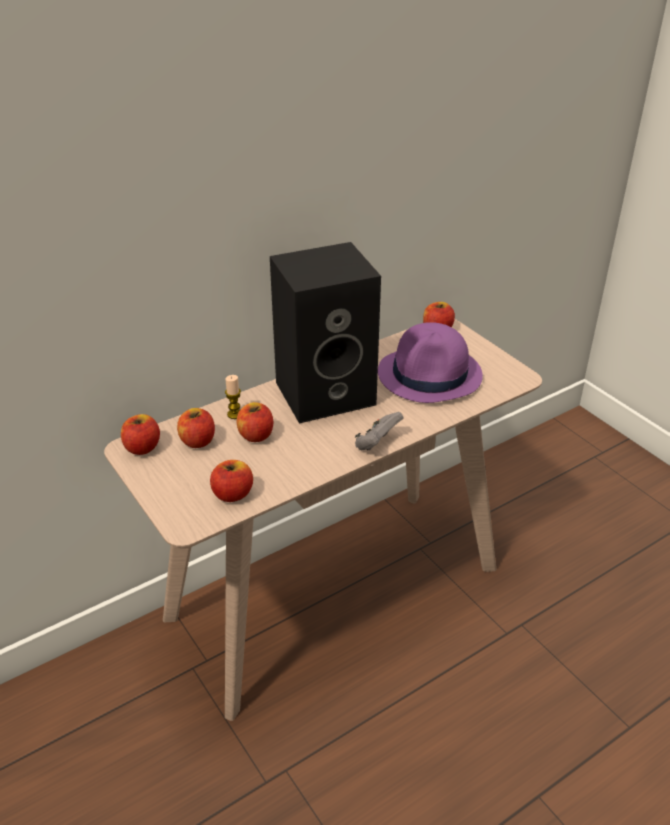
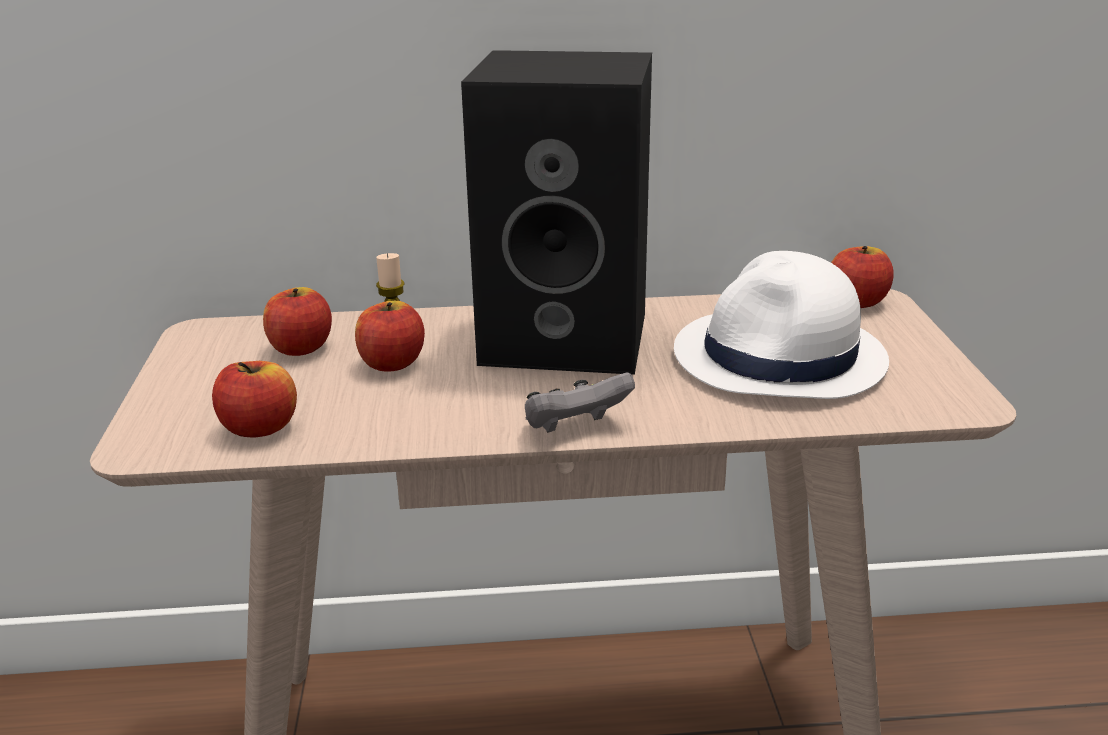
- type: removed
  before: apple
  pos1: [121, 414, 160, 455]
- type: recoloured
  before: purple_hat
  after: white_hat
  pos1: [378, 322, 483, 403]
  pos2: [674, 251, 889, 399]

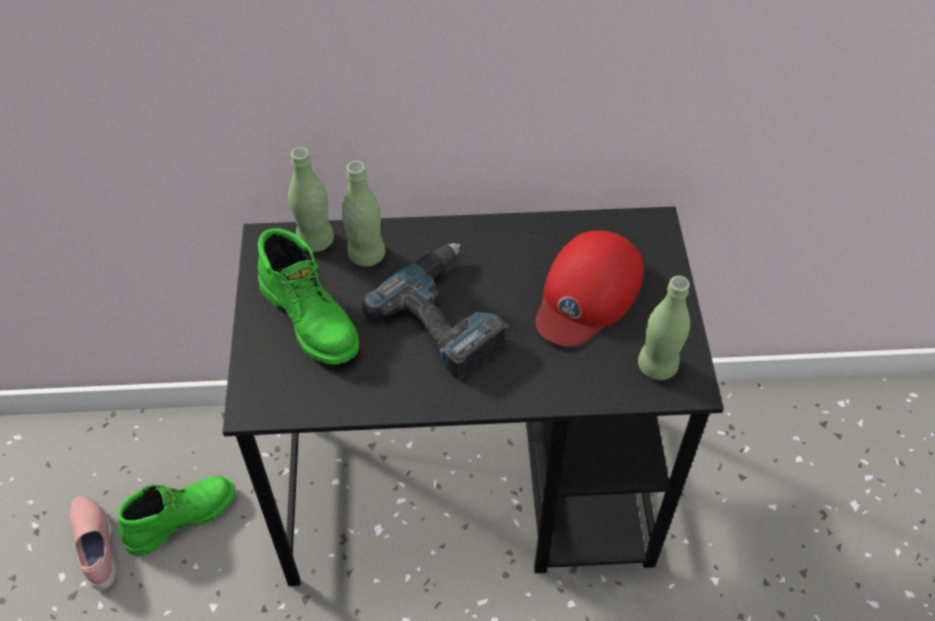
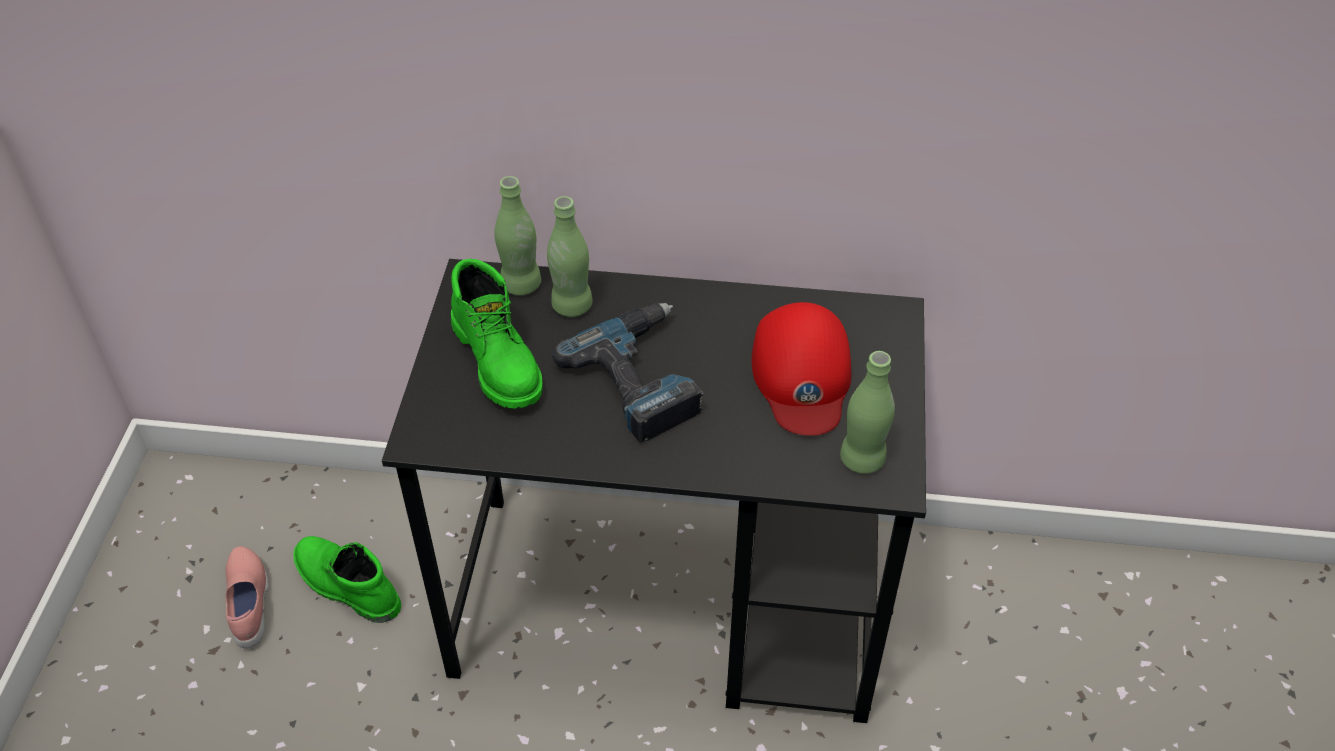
- type: turned
  before: green_boot
  pos1: [117, 476, 235, 556]
  pos2: [293, 536, 401, 623]
  turn: -120
- type: turned
  before: red_cap
  pos1: [535, 230, 644, 347]
  pos2: [752, 302, 851, 436]
  turn: -45

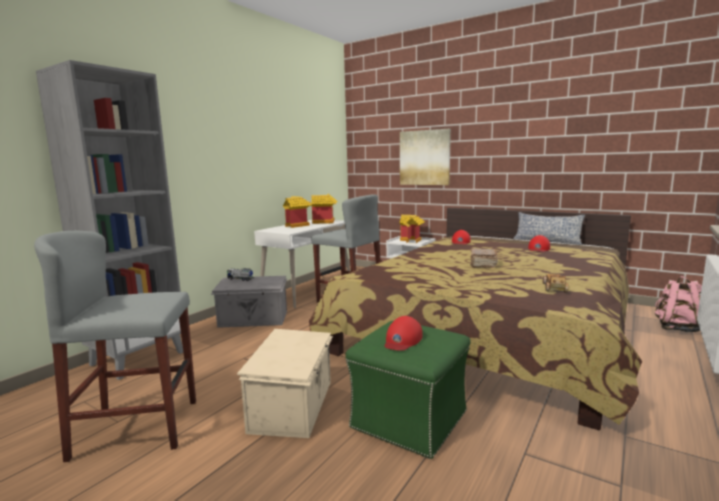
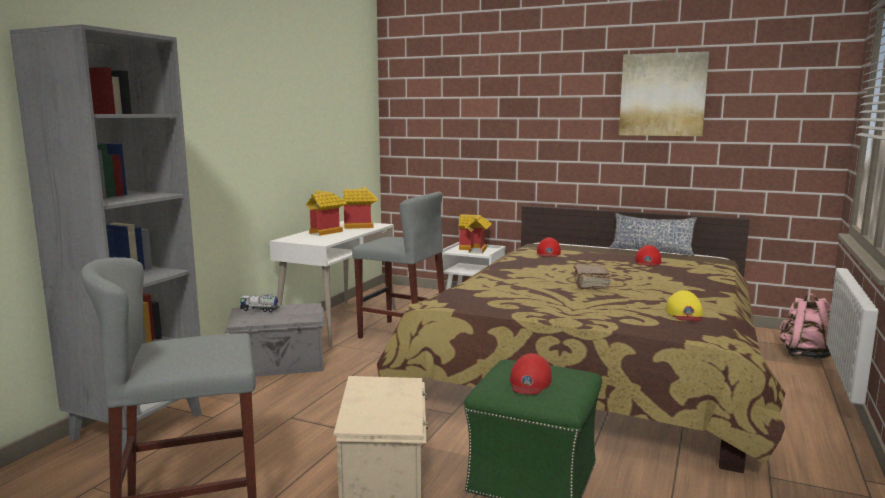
- type: moved
  before: picture
  pos1: [400, 129, 451, 185]
  pos2: [619, 51, 709, 136]
- type: replaced
  before: toy_car
  after: yellow_cap
  pos1: [543, 274, 568, 293]
  pos2: [666, 290, 703, 321]

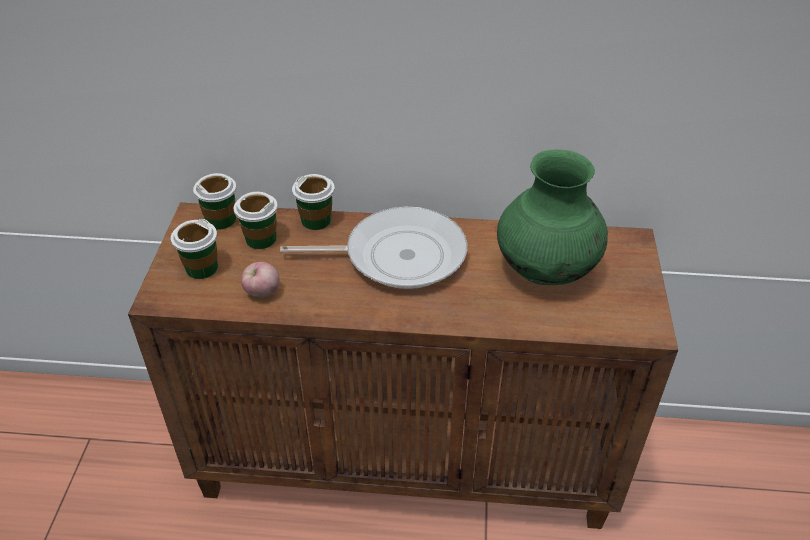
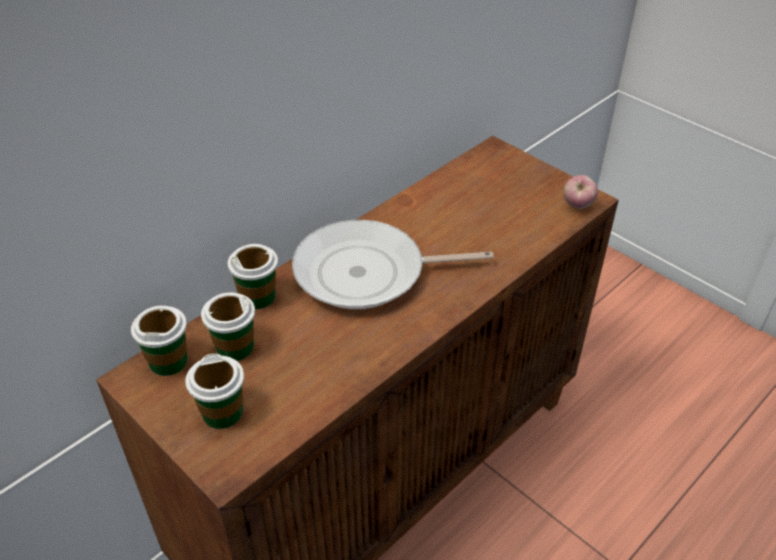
- type: removed
  before: green_vase
  pos1: [497, 149, 608, 285]
- type: moved
  before: apple
  pos1: [241, 262, 280, 297]
  pos2: [563, 175, 598, 209]
- type: turned
  before: frying_pan
  pos1: [280, 207, 467, 289]
  pos2: [292, 220, 494, 309]
  turn: -135

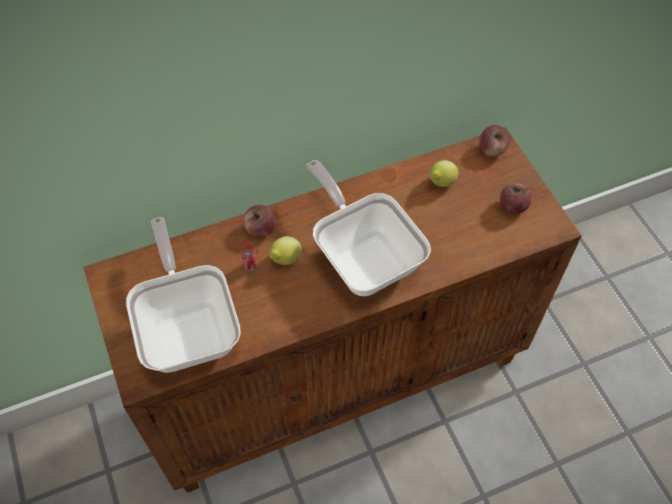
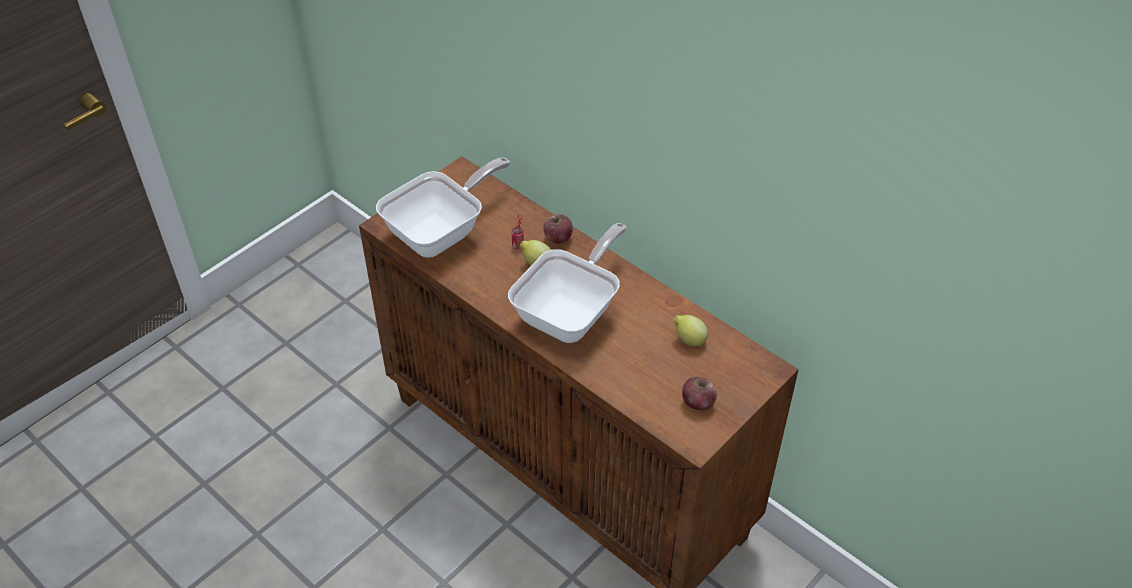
- type: removed
  before: apple
  pos1: [479, 125, 509, 157]

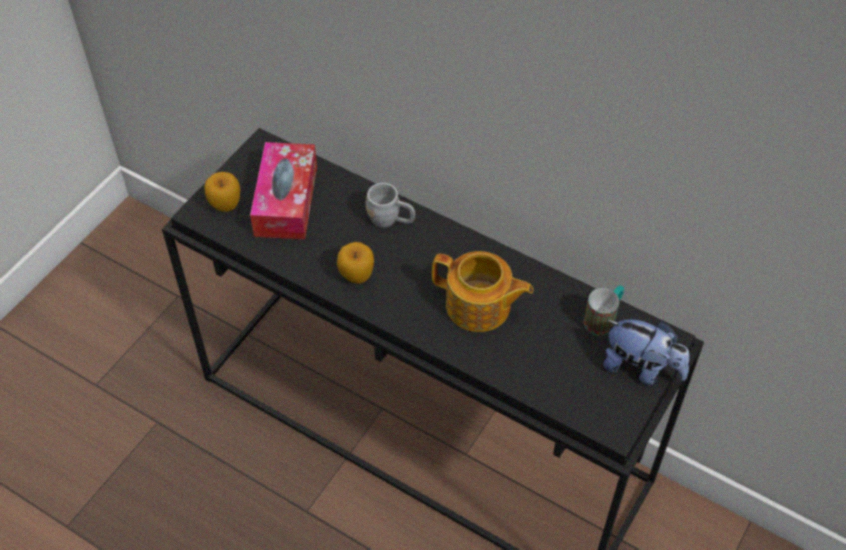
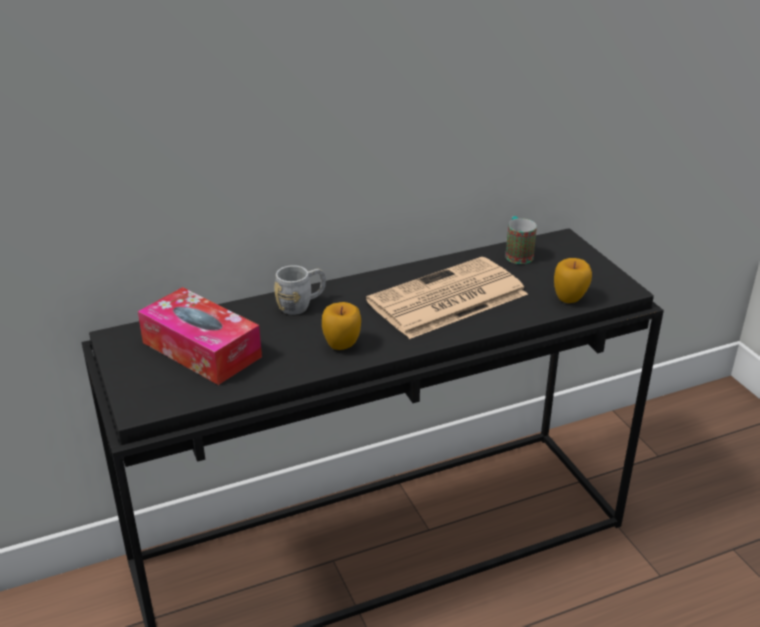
- type: removed
  before: plush_toy
  pos1: [603, 319, 690, 385]
- type: moved
  before: apple
  pos1: [204, 172, 240, 212]
  pos2: [554, 258, 592, 303]
- type: replaced
  before: teapot
  after: newspaper
  pos1: [432, 251, 533, 332]
  pos2: [366, 257, 528, 339]

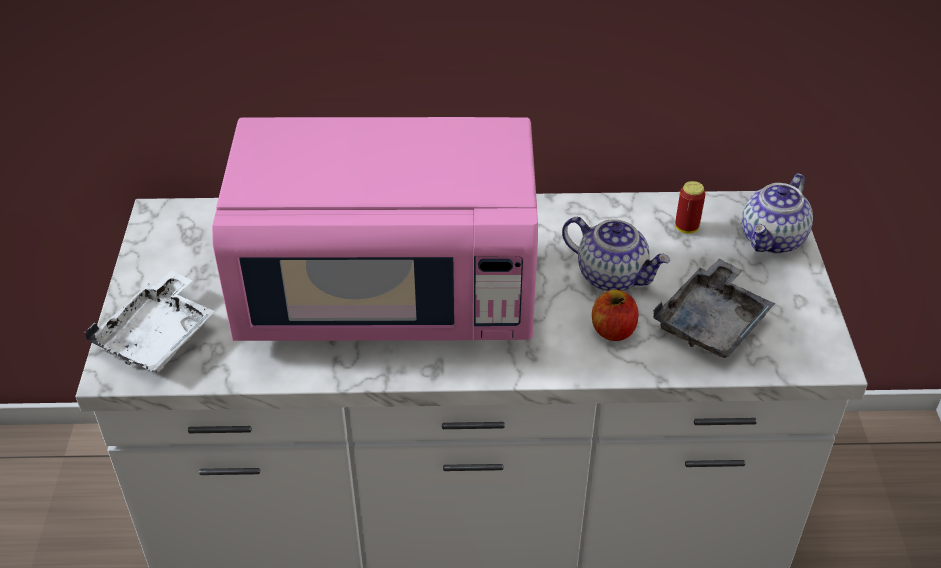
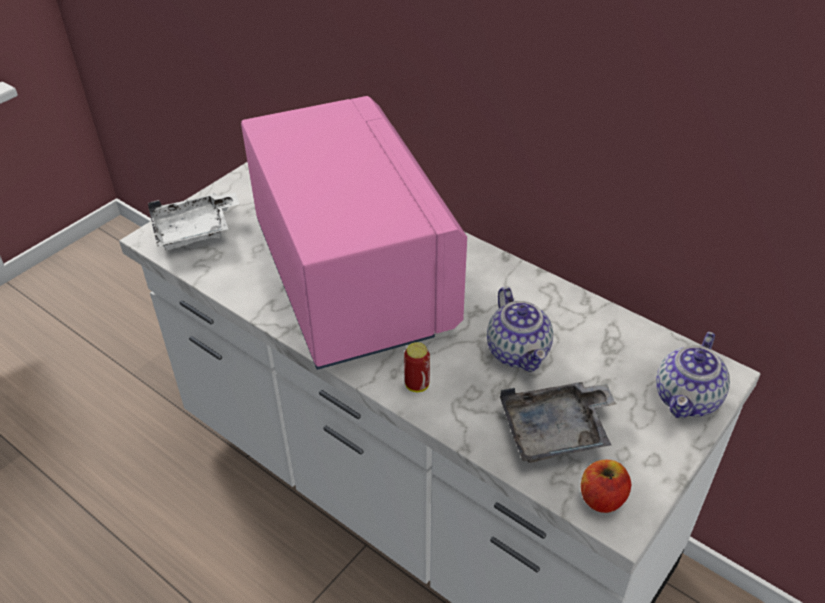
- type: moved
  before: apple
  pos1: [592, 290, 638, 341]
  pos2: [581, 460, 631, 513]
- type: moved
  before: can
  pos1: [675, 181, 706, 234]
  pos2: [404, 342, 430, 392]
- type: turned
  before: pink_microwave
  pos1: [212, 117, 538, 341]
  pos2: [241, 96, 467, 370]
  turn: -150
- type: turned
  before: teapot
  pos1: [742, 173, 813, 254]
  pos2: [656, 332, 730, 418]
  turn: -45

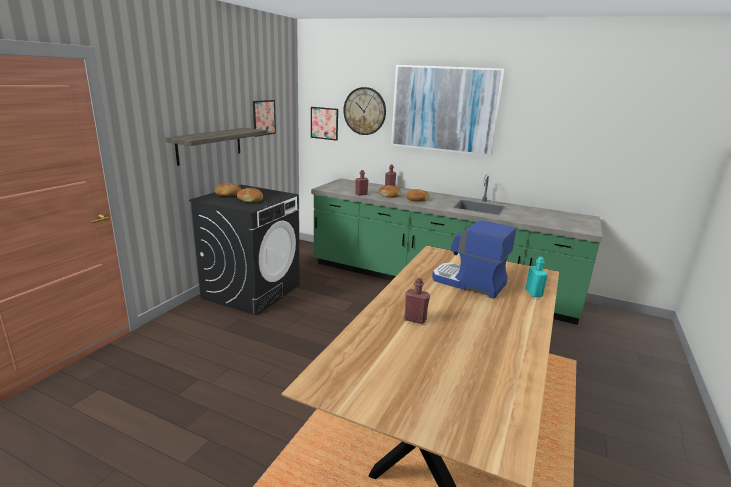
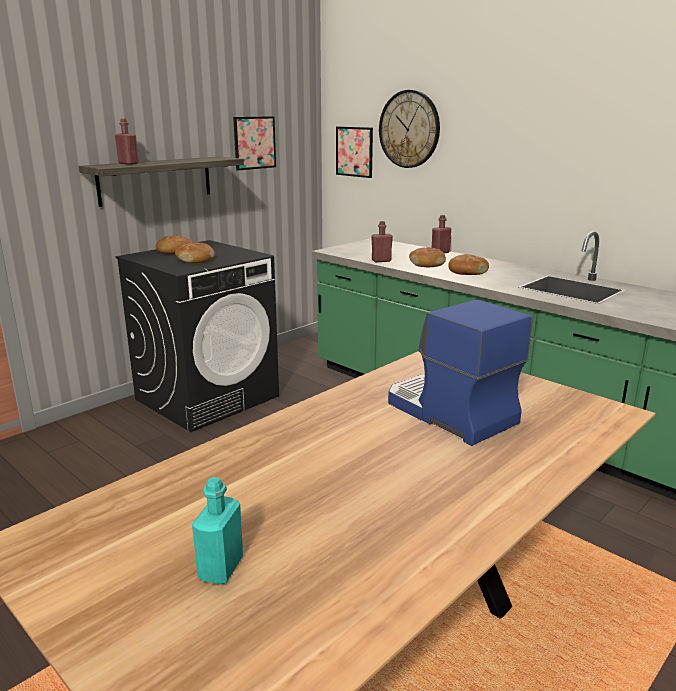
- type: removed
  before: picture
  pos1: [391, 65, 504, 156]
- type: moved
  before: red_bottle
  pos1: [404, 278, 430, 324]
  pos2: [115, 118, 139, 165]
- type: moved
  before: turquoise_bottle
  pos1: [525, 257, 548, 297]
  pos2: [192, 477, 243, 584]

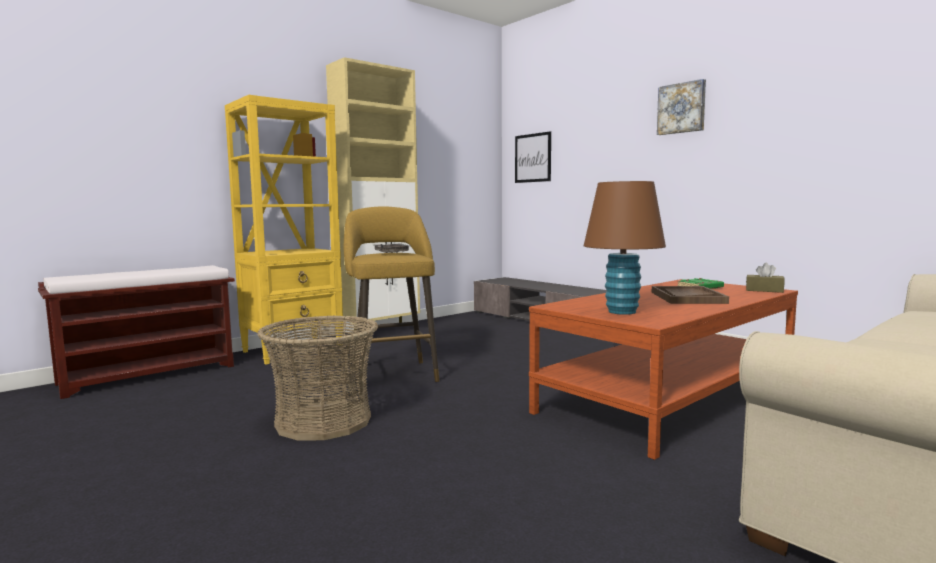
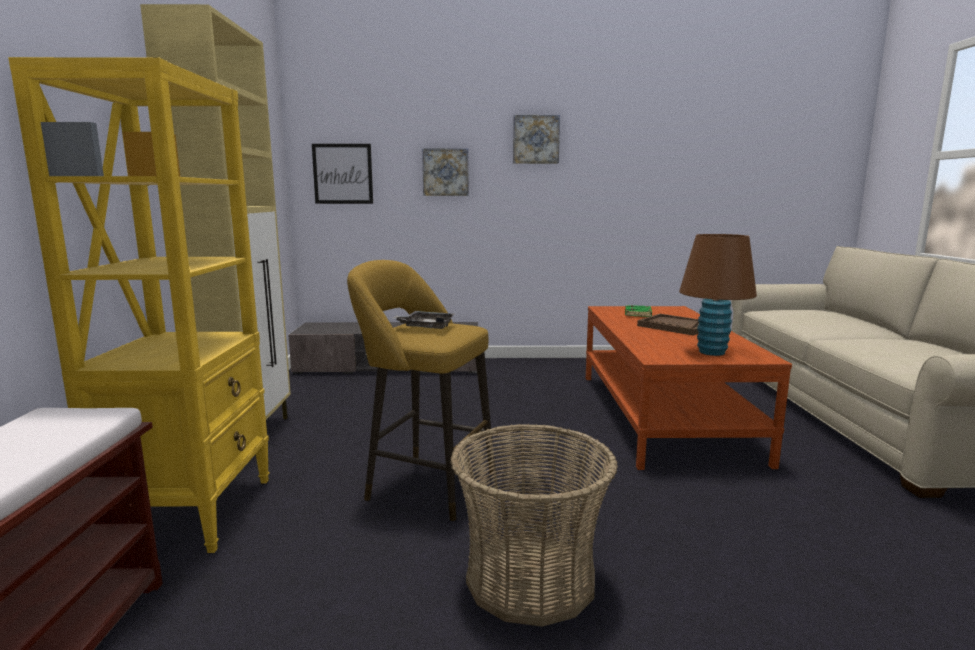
- type: removed
  before: brown_tissue_box
  pos1: [746, 263, 785, 293]
- type: added
  after: picture
  pos2: [422, 148, 469, 196]

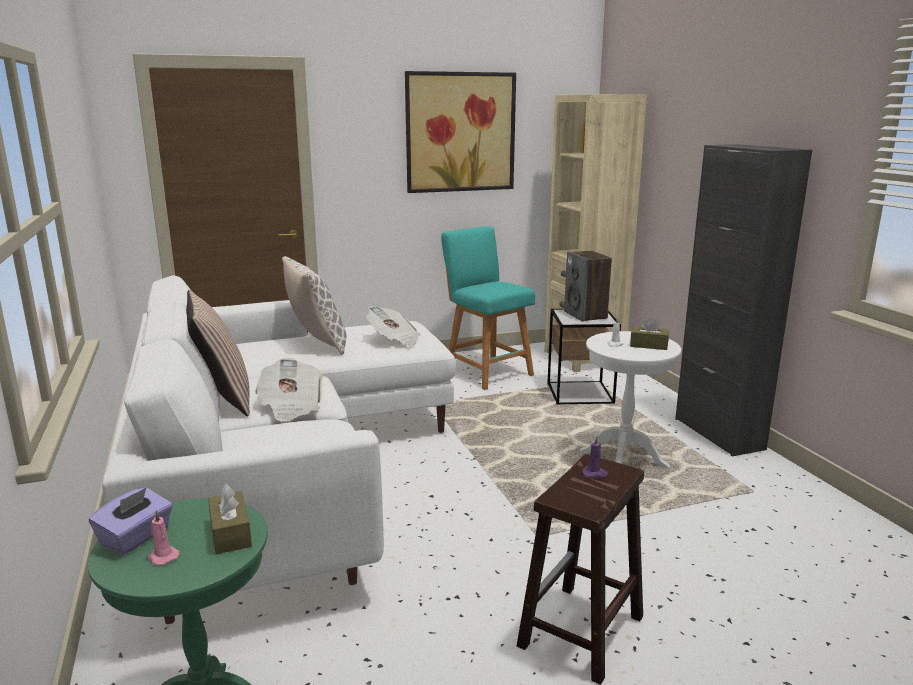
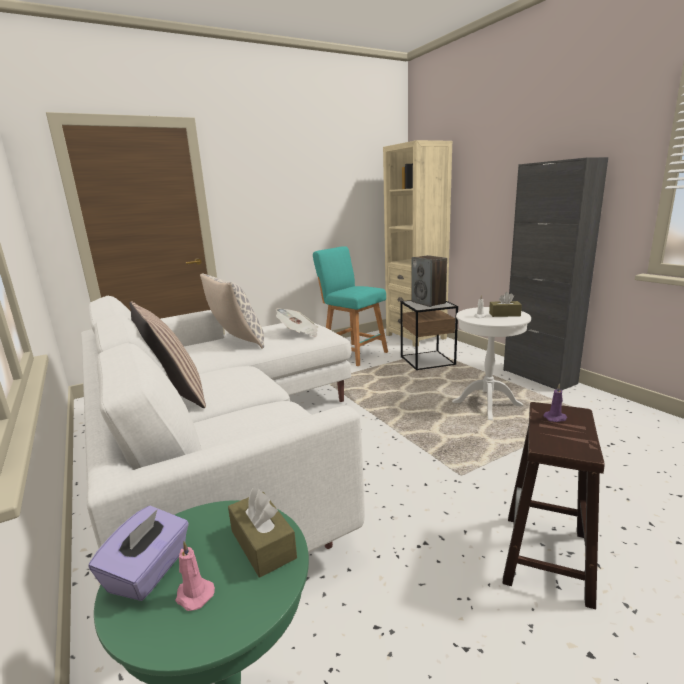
- type: removed
  before: newspaper
  pos1: [255, 358, 323, 422]
- type: removed
  before: picture
  pos1: [405, 71, 516, 193]

